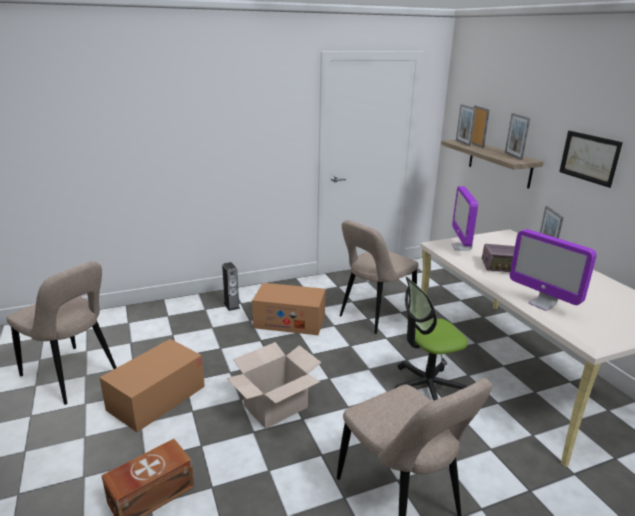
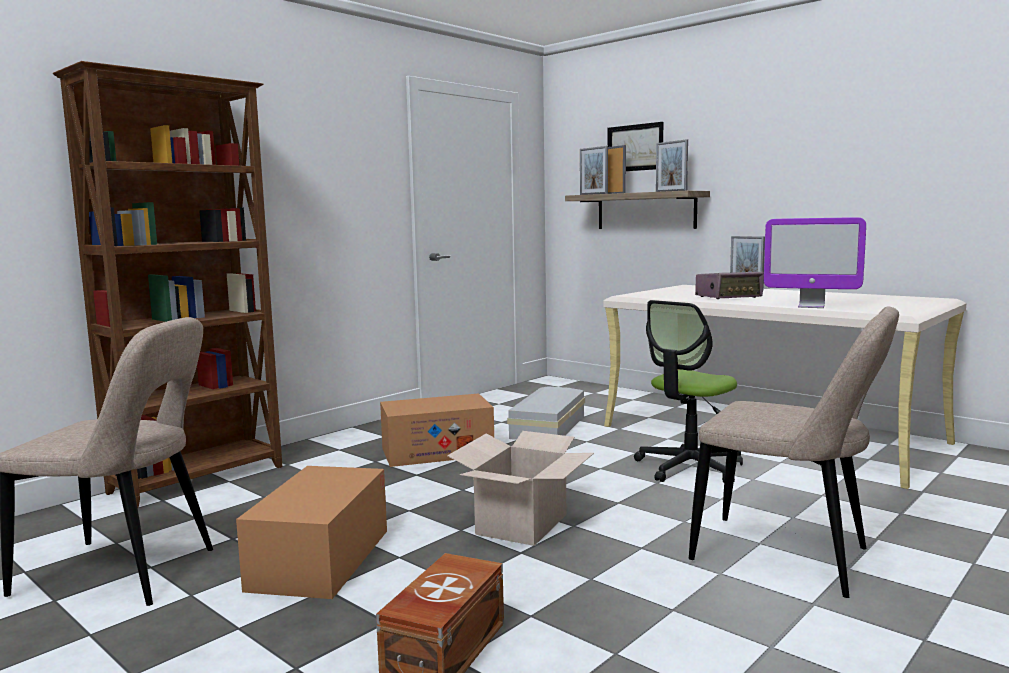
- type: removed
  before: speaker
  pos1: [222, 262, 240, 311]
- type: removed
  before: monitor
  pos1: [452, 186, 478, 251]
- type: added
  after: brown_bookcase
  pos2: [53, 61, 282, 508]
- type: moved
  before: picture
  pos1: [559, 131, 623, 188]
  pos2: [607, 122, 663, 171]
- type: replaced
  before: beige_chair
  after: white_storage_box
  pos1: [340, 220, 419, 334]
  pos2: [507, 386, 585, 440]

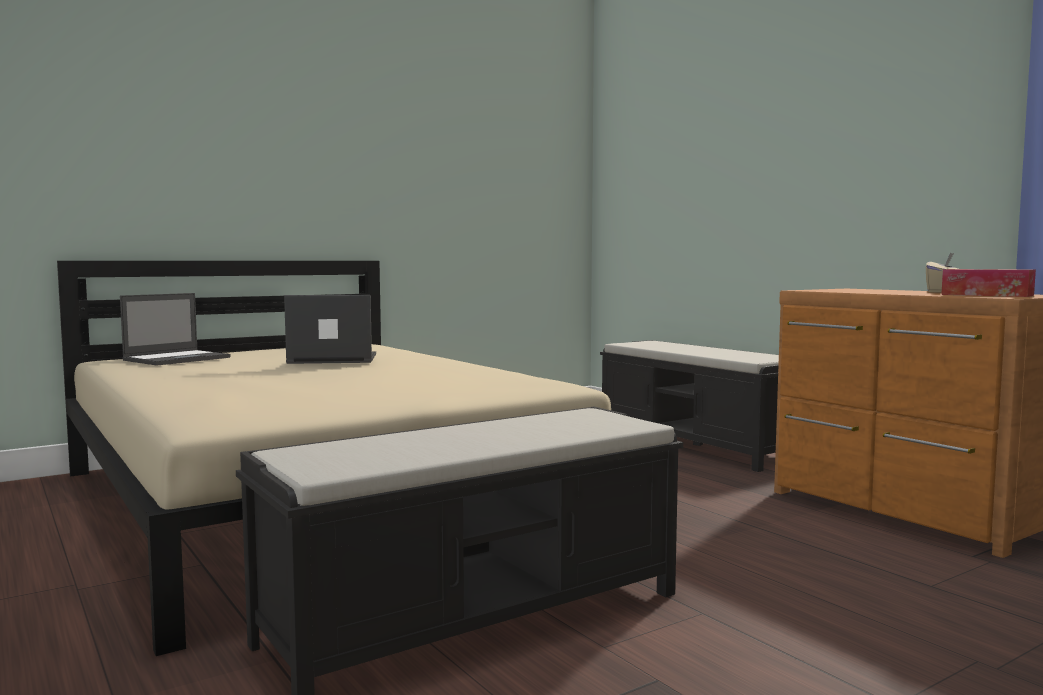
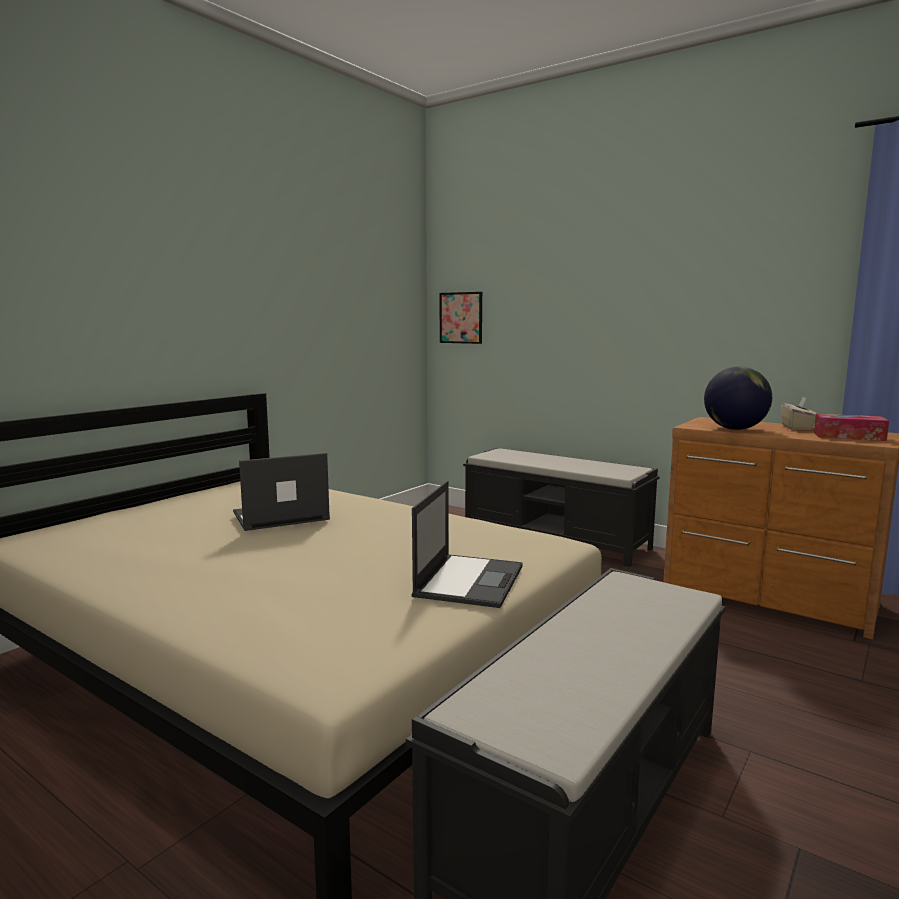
- type: added
  after: picture
  pos2: [440, 292, 482, 344]
- type: added
  after: globe
  pos2: [704, 366, 772, 430]
- type: moved
  before: laptop
  pos1: [120, 293, 231, 365]
  pos2: [412, 481, 523, 608]

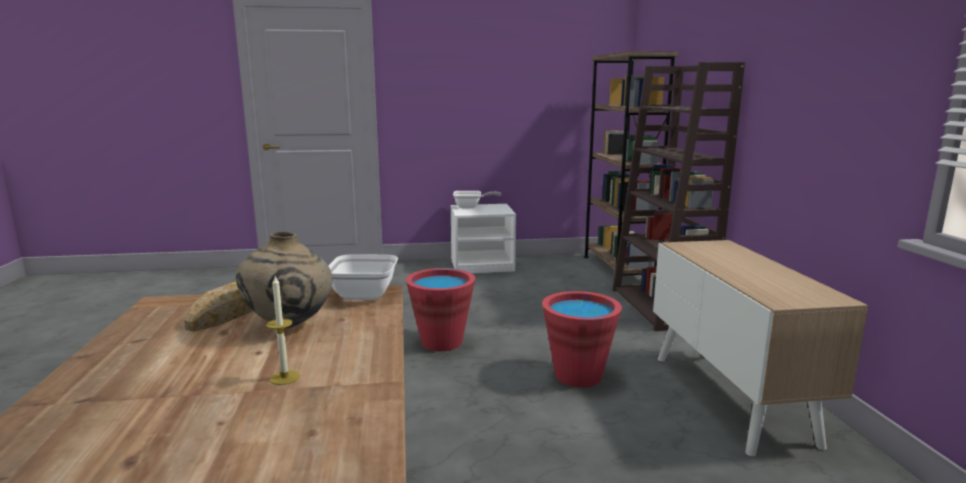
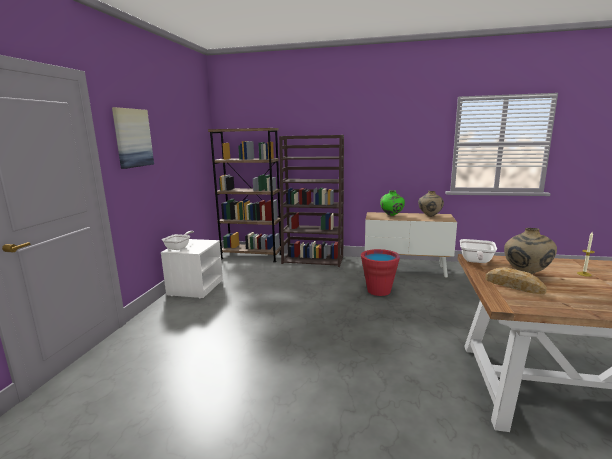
- type: removed
  before: red_bucket
  pos1: [406, 268, 475, 351]
- type: added
  after: picture
  pos2: [112, 107, 154, 169]
- type: added
  after: green_vase
  pos2: [380, 190, 405, 216]
- type: added
  after: beige_vase
  pos2: [418, 191, 444, 217]

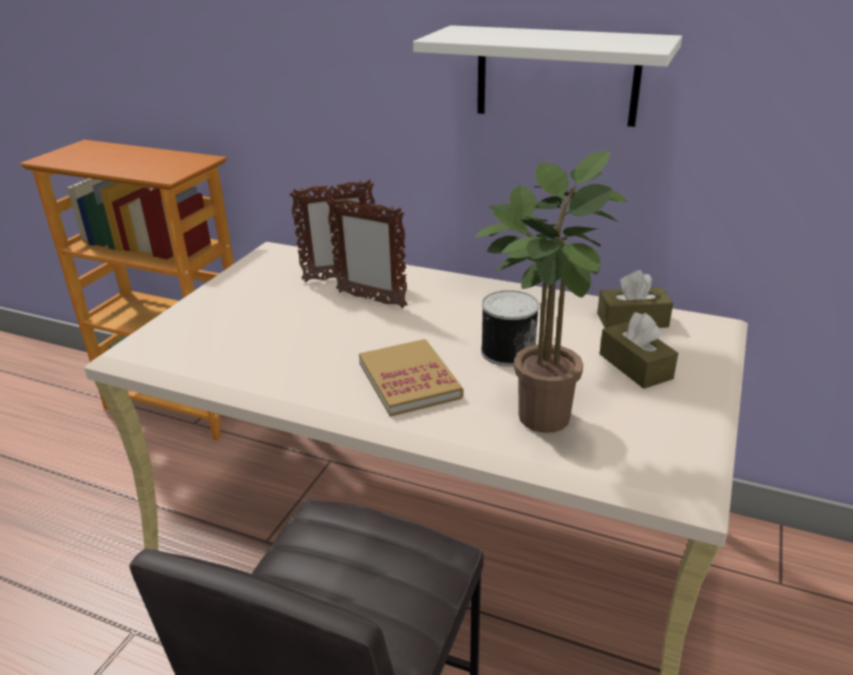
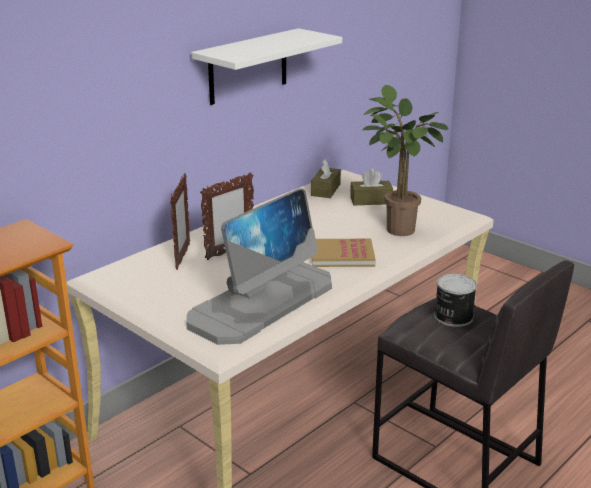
- type: added
  after: monitor
  pos2: [186, 188, 332, 345]
- type: moved
  before: can
  pos1: [481, 290, 539, 367]
  pos2: [434, 274, 477, 327]

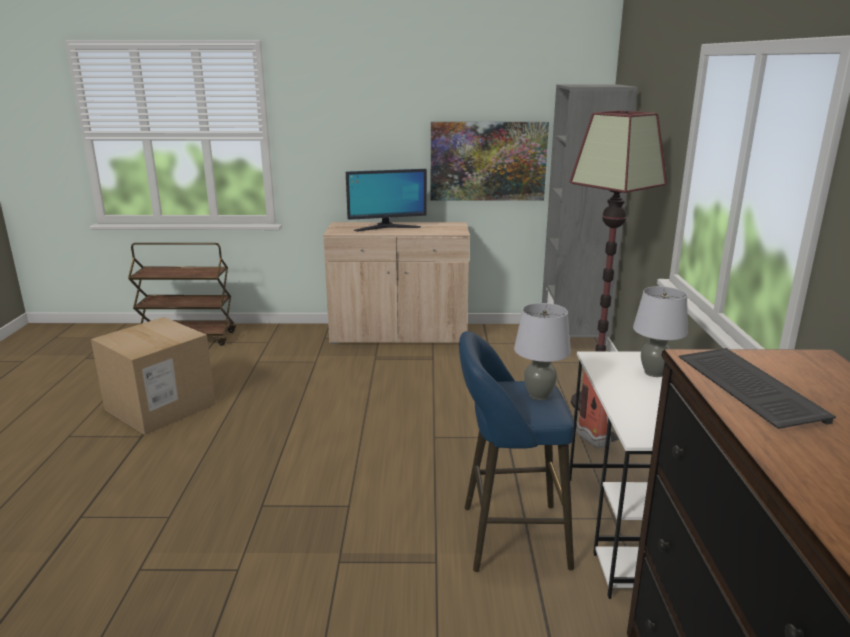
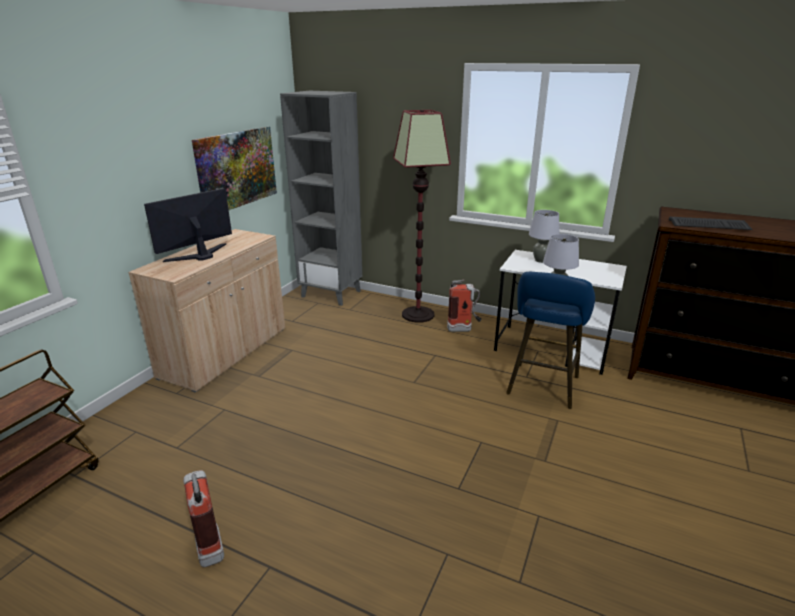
- type: replaced
  before: cardboard_box
  after: fire_extinguisher
  pos1: [91, 317, 216, 435]
  pos2: [183, 470, 224, 567]
- type: turned
  before: monitor
  pos1: [346, 169, 427, 231]
  pos2: [144, 188, 232, 262]
  turn: -150

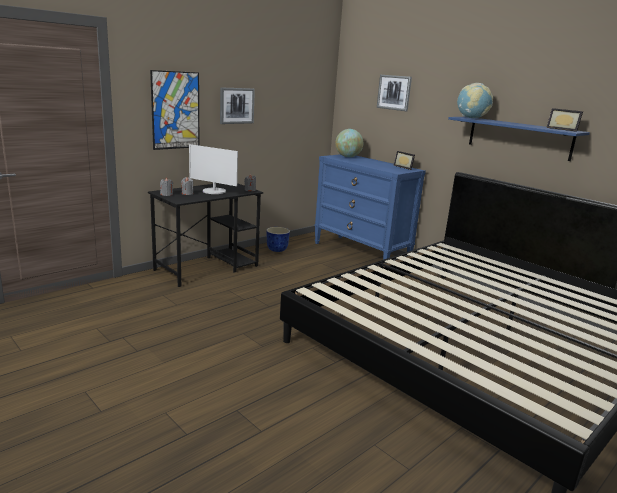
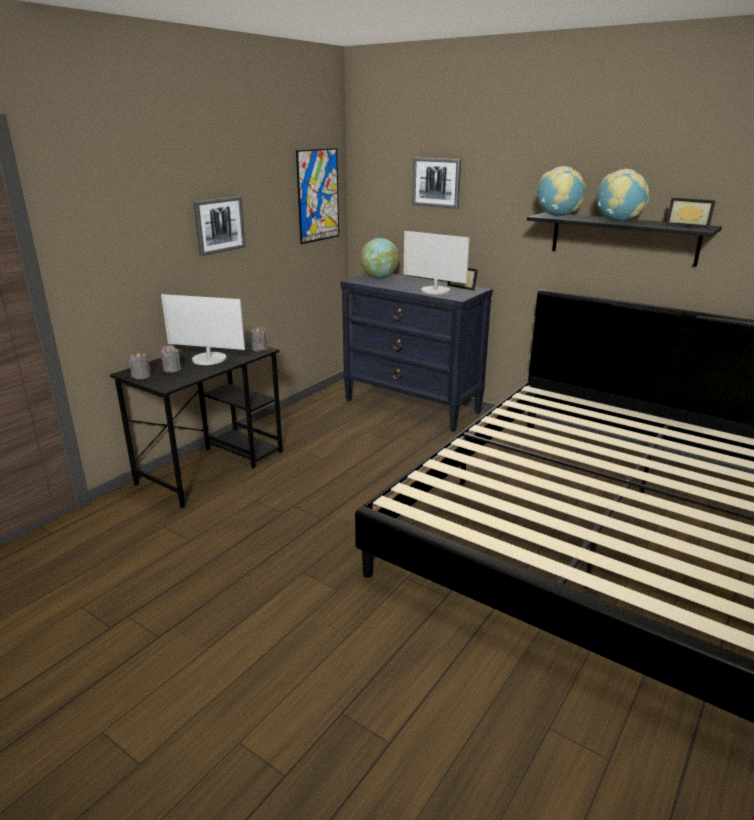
- type: removed
  before: planter
  pos1: [266, 227, 290, 252]
- type: added
  after: monitor
  pos2: [404, 231, 470, 294]
- type: added
  after: globe
  pos2: [596, 169, 649, 222]
- type: moved
  before: picture
  pos1: [150, 70, 199, 150]
  pos2: [296, 148, 339, 244]
- type: recoloured
  before: blue_dresser
  after: black_dresser
  pos1: [314, 154, 426, 260]
  pos2: [340, 274, 493, 432]
- type: recoloured
  before: blue_shelf
  after: black_shelf
  pos1: [448, 117, 590, 161]
  pos2: [527, 212, 722, 266]

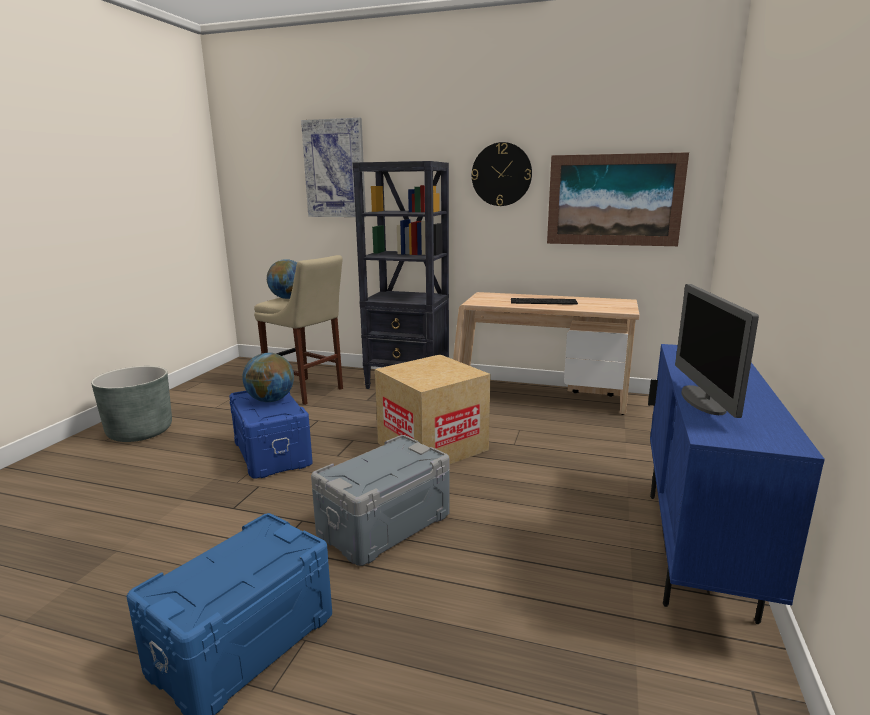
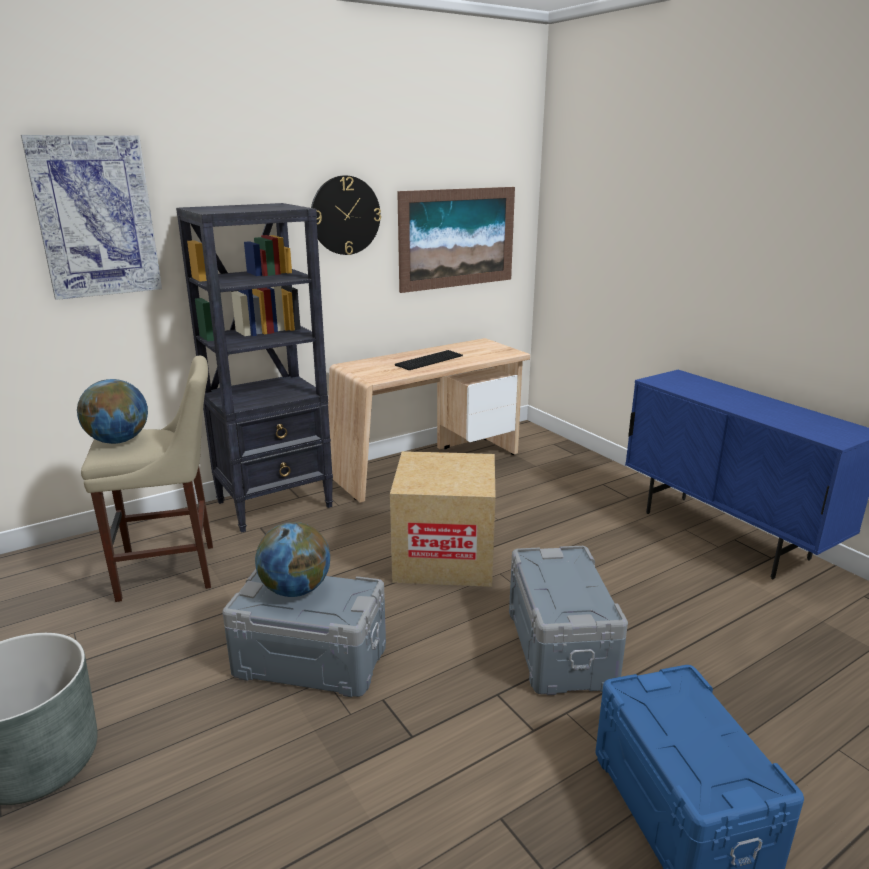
- type: removed
  before: monitor
  pos1: [675, 284, 759, 418]
- type: recoloured
  before: blue_storage_box
  after: grey_storage_box
  pos1: [229, 391, 313, 479]
  pos2: [223, 569, 386, 697]

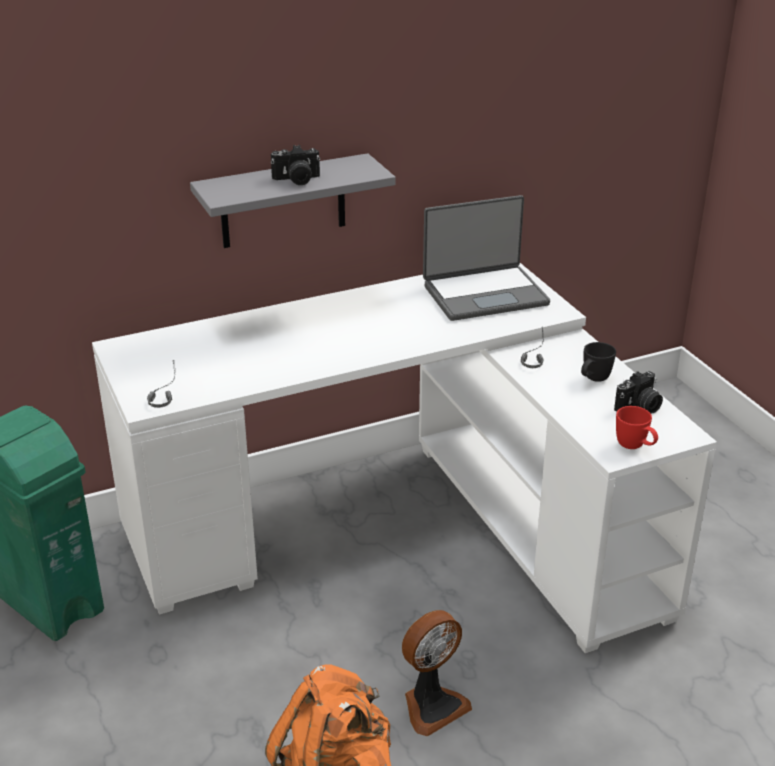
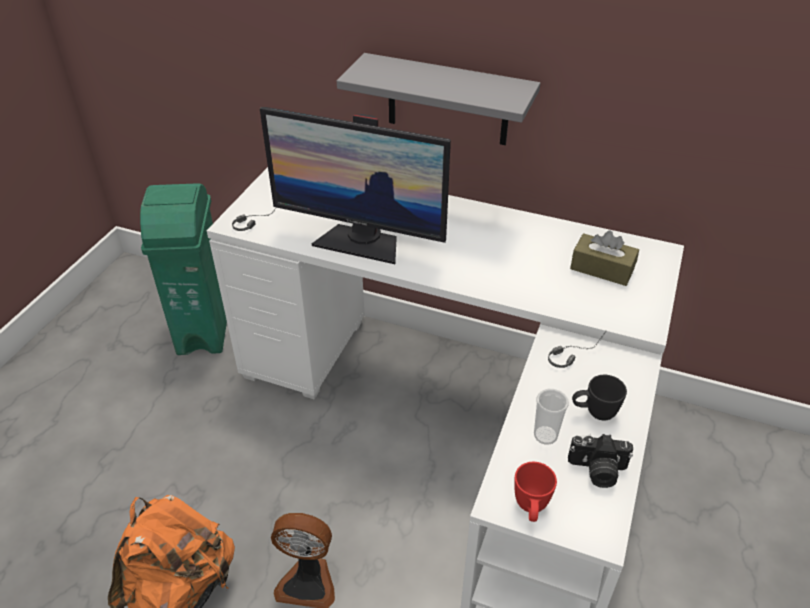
- type: removed
  before: photo_camera
  pos1: [271, 145, 320, 185]
- type: added
  after: monitor
  pos2: [260, 107, 451, 264]
- type: added
  after: cup
  pos2: [534, 389, 569, 445]
- type: replaced
  before: laptop
  after: brown_tissue_box
  pos1: [423, 195, 550, 321]
  pos2: [570, 231, 639, 286]

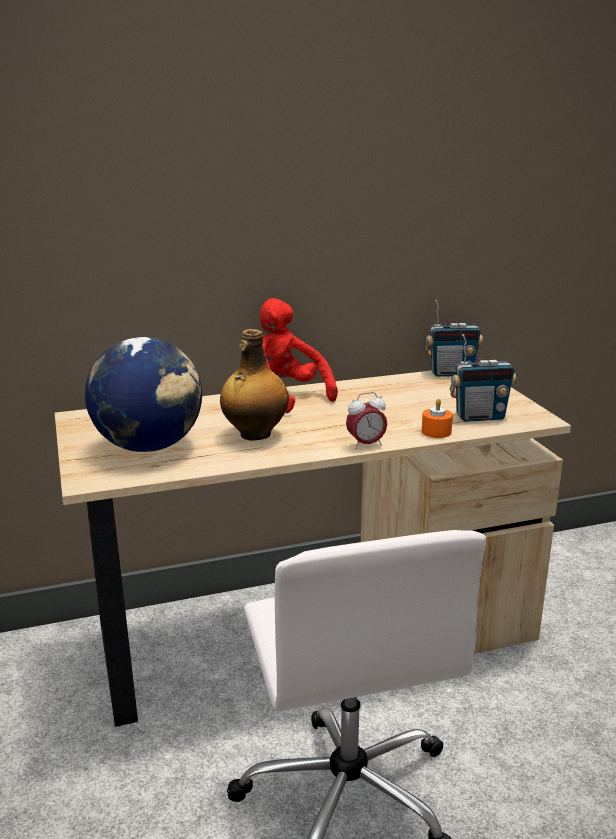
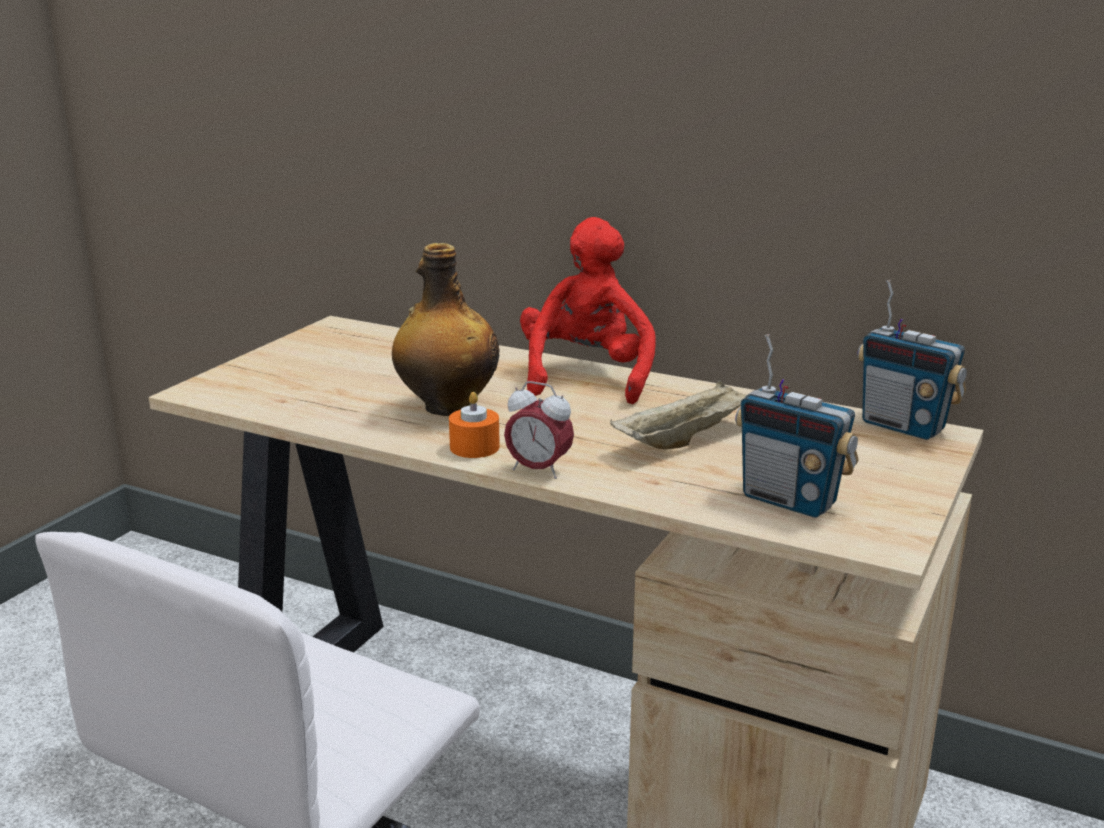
- type: removed
  before: globe
  pos1: [85, 337, 202, 452]
- type: added
  after: beige_tray
  pos2: [610, 380, 746, 449]
- type: moved
  before: orange_candle
  pos1: [422, 399, 453, 438]
  pos2: [449, 392, 500, 458]

